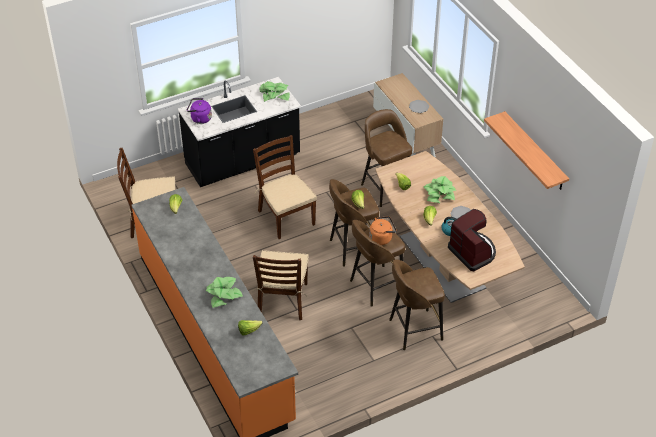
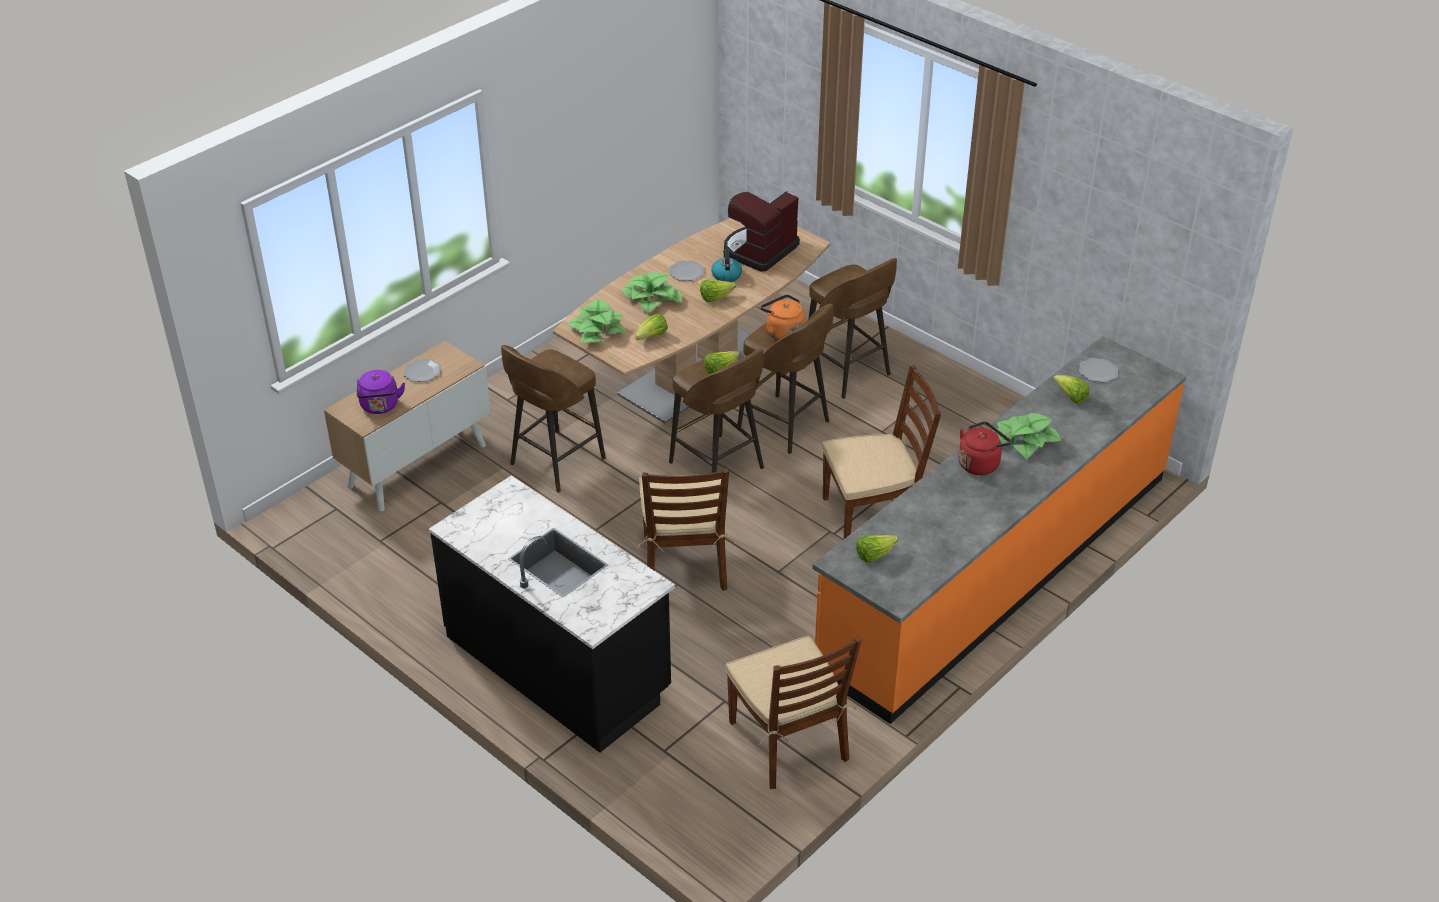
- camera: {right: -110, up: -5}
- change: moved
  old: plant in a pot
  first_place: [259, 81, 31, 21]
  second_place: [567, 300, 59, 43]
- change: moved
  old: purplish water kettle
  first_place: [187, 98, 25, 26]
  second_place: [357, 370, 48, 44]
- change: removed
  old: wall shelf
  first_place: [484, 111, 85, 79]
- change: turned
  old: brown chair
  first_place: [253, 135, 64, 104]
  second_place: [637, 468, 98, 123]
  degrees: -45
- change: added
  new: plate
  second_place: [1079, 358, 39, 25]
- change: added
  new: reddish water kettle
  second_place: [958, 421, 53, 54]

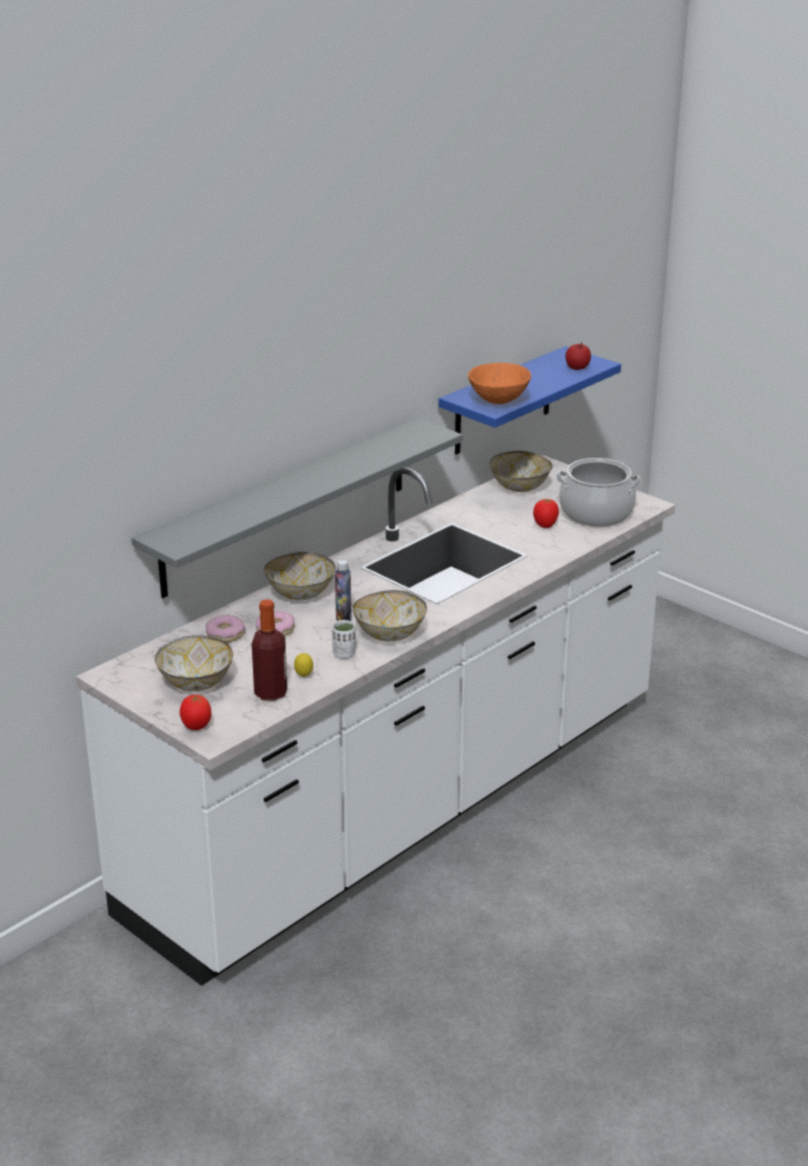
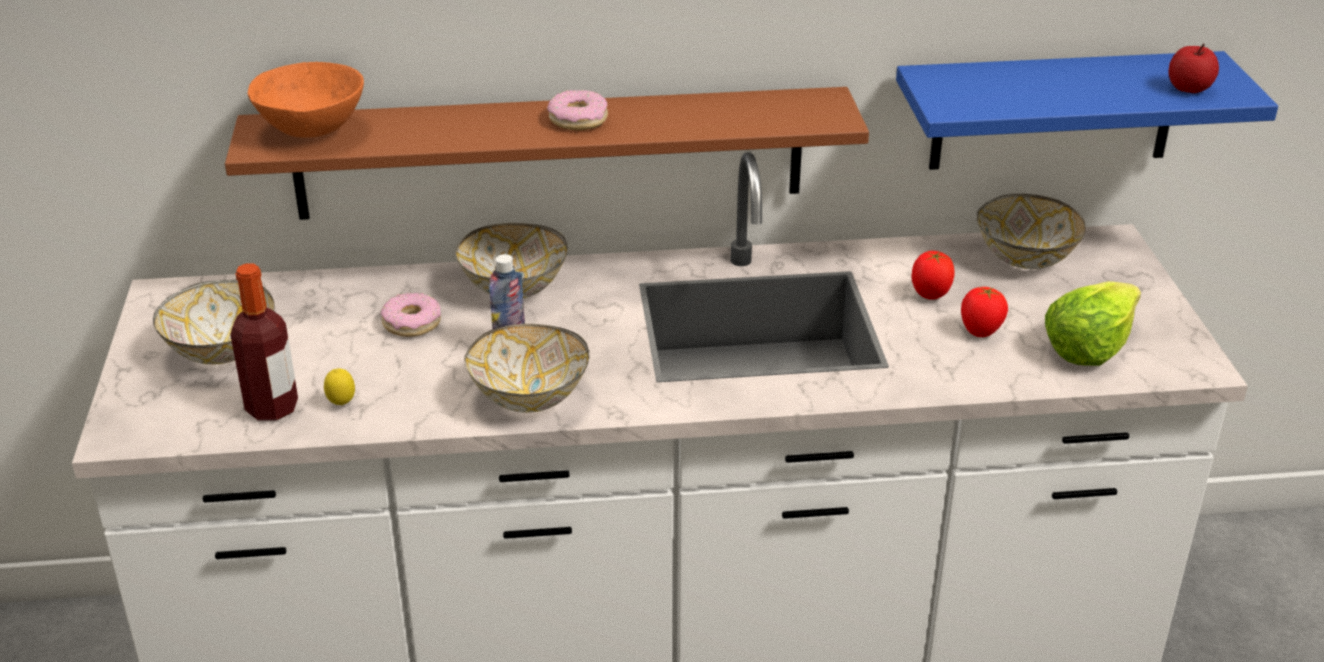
- camera: {right: 40, up: 5}
- change: moved
  old: orange bowl
  first_place: [468, 363, 63, 41]
  second_place: [247, 62, 117, 76]
- change: recoloured
  old: gray wall shelf
  new: brown wall shelf
  first_place: [131, 418, 332, 180]
  second_place: [225, 87, 644, 133]
- change: replaced
  old: saucepot
  new: lettuce head
  first_place: [556, 458, 86, 69]
  second_place: [1045, 281, 96, 85]
- change: moved
  old: ring doughnut
  first_place: [205, 615, 40, 27]
  second_place: [547, 90, 61, 40]
- change: removed
  old: white cup
  first_place: [332, 620, 24, 39]
- change: moved
  old: whole tomato
  first_place: [180, 695, 31, 35]
  second_place: [911, 251, 44, 49]

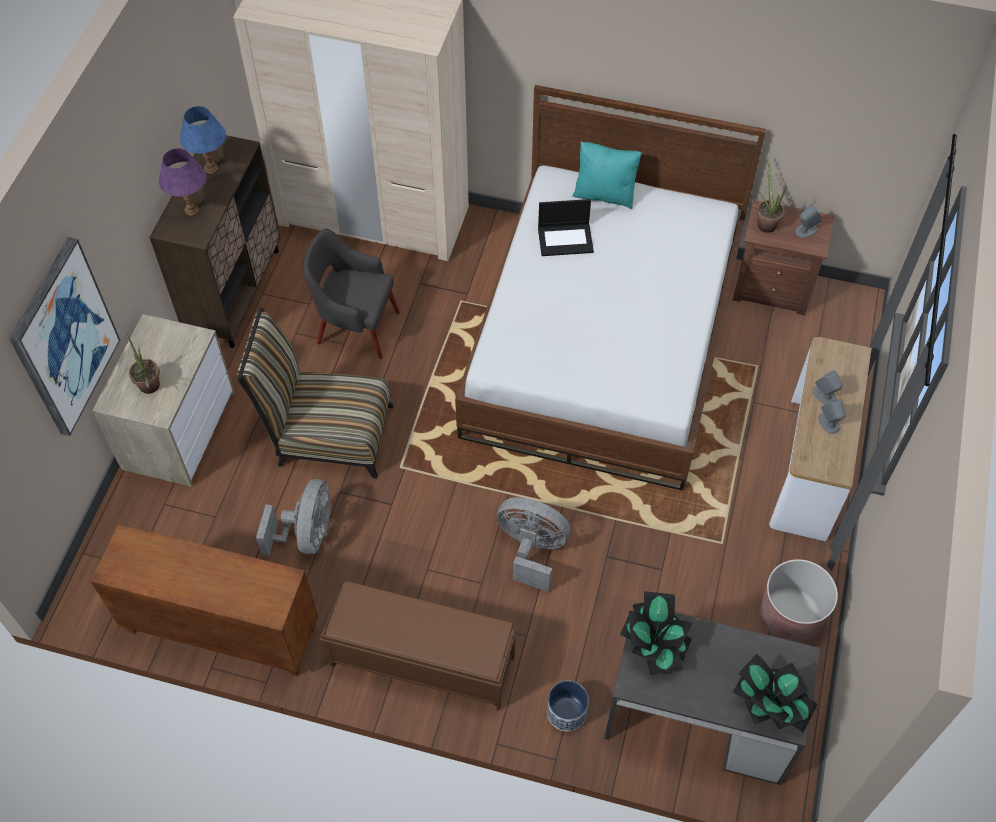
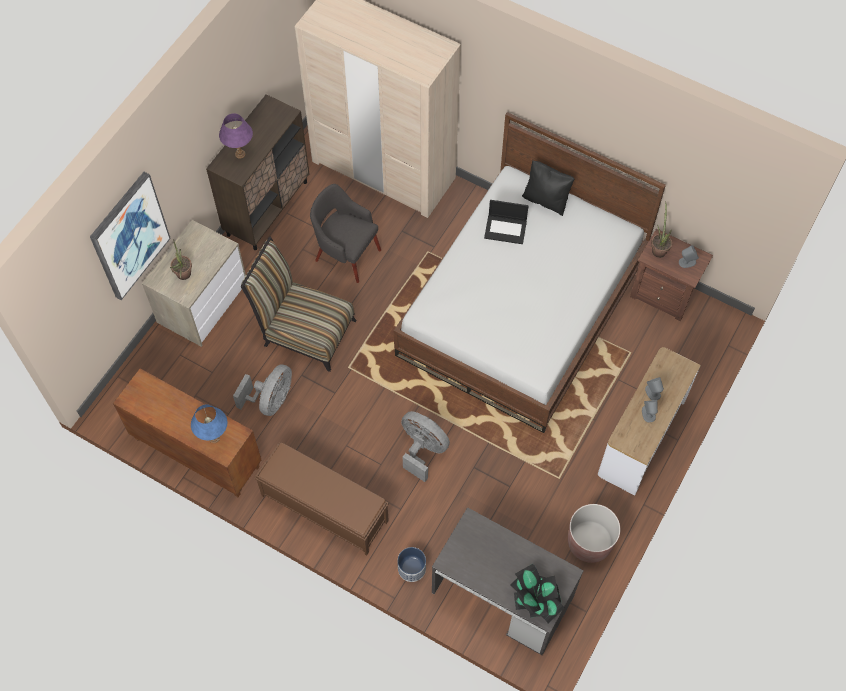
- camera: {right: 15, up: 5}
- change: moved
  old: bluish lamp for a table
  first_place: [180, 106, 46, 68]
  second_place: [191, 404, 37, 39]
- change: recoloured
  old: blue-green pillow
  new: black pillow
  first_place: [572, 142, 70, 67]
  second_place: [522, 160, 53, 56]
- change: removed
  old: plant in a pot
  first_place: [620, 591, 72, 84]

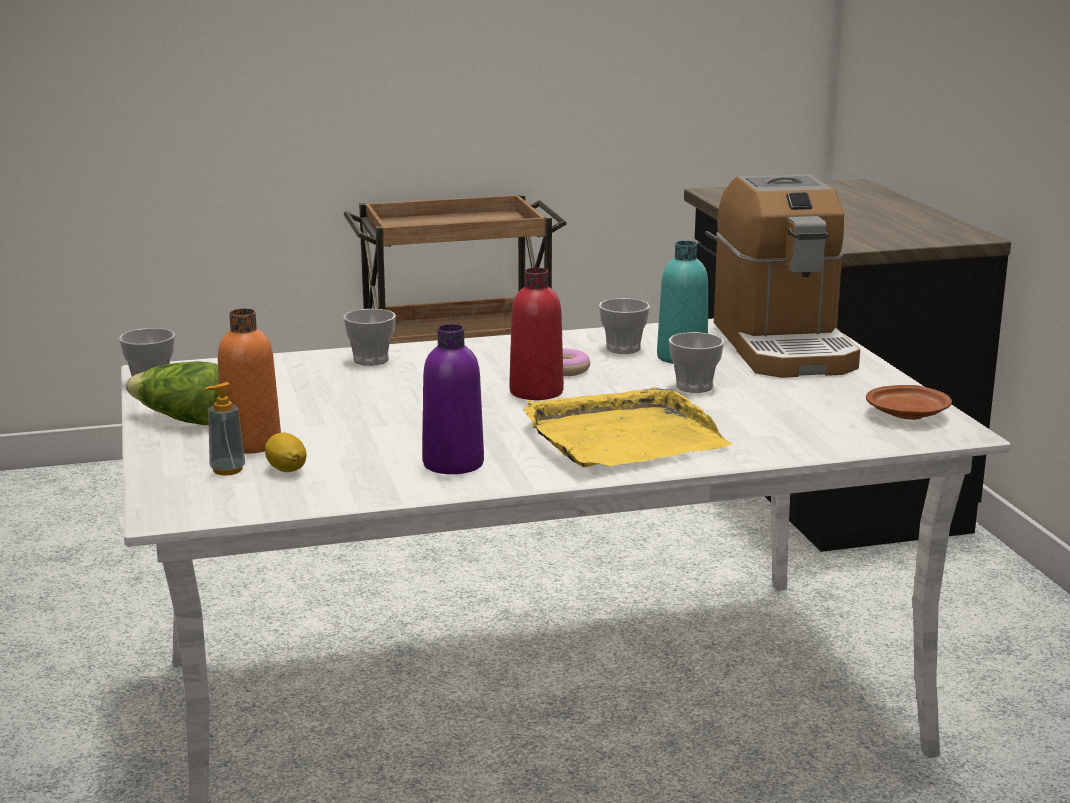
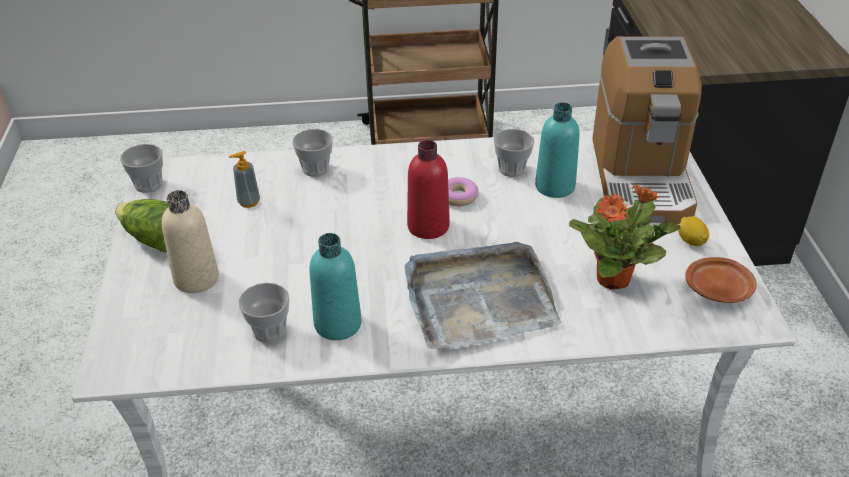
- camera: {right: 10, up: 20}
- change: recoloured
  old: orange drink bottle
  new: sand-coloured drink bottle
  first_place: [218, 308, 63, 146]
  second_place: [162, 190, 57, 103]
- change: recoloured
  old: purplish drink bottle
  new: blue-green drink bottle
  first_place: [422, 324, 62, 150]
  second_place: [309, 233, 53, 107]
- change: moved
  old: cup
  first_place: [669, 332, 55, 61]
  second_place: [239, 282, 50, 61]
- change: moved
  old: soap bottle
  first_place: [204, 382, 41, 93]
  second_place: [229, 151, 31, 57]
- change: recoloured
  old: yellow-coloured serving tray
  new: gray serving tray
  first_place: [523, 387, 208, 81]
  second_place: [405, 242, 156, 107]
- change: moved
  old: lemon
  first_place: [265, 433, 42, 39]
  second_place: [678, 216, 31, 30]
- change: added
  new: plant in a pot
  second_place: [569, 184, 111, 106]

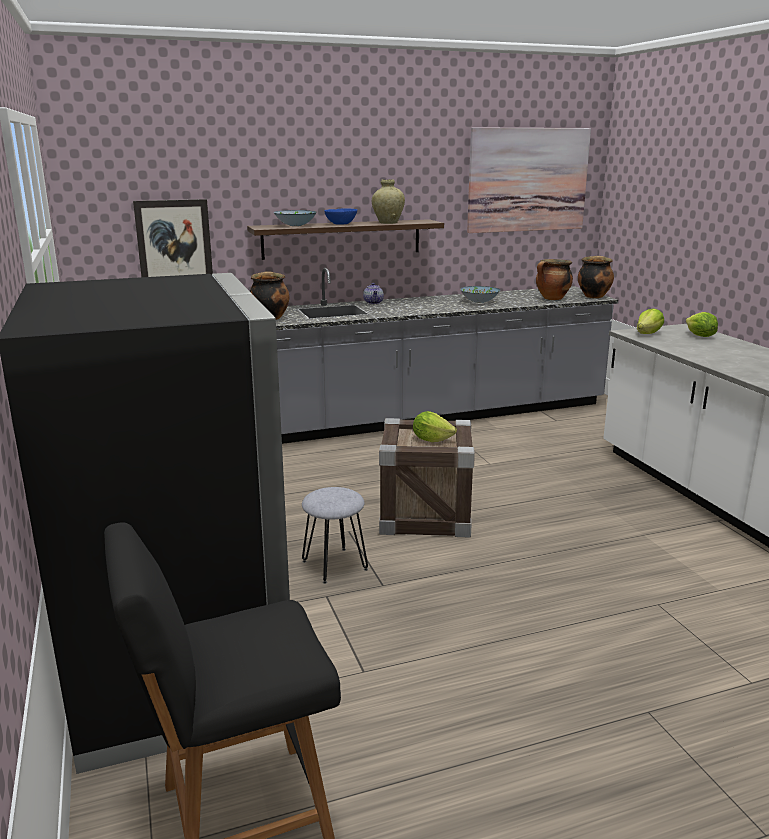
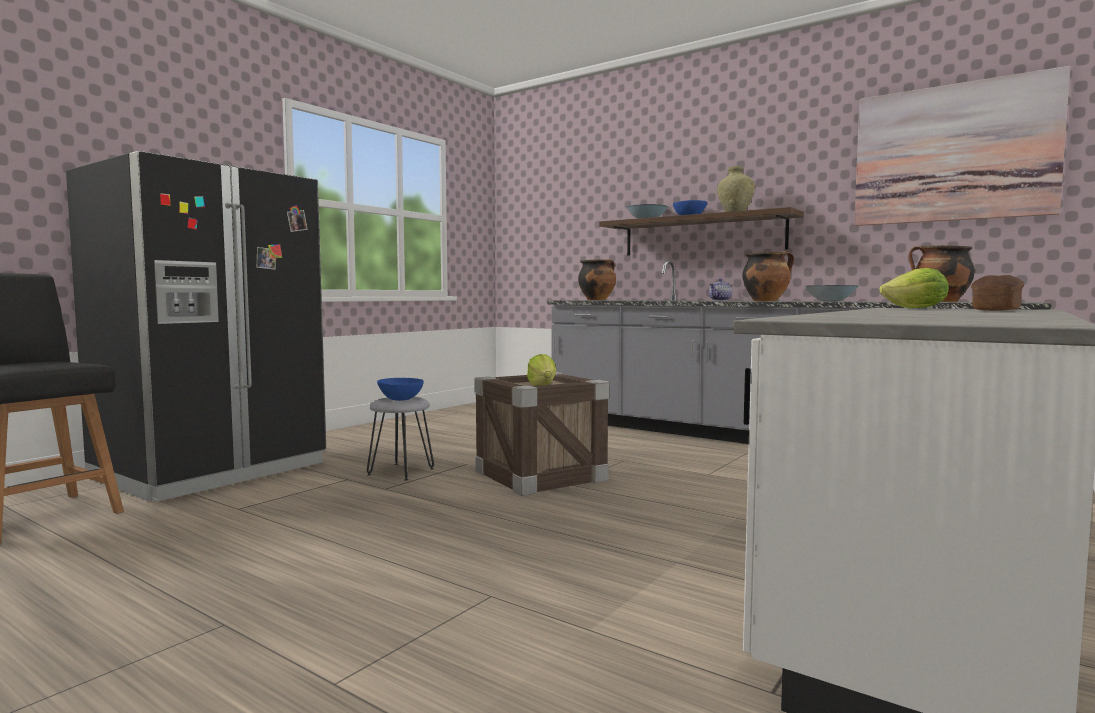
- camera: {right: 55, up: -15}
- change: removed
  old: picture
  first_place: [133, 199, 80, 78]
- change: moved
  old: saucepot
  first_place: [578, 256, 36, 42]
  second_place: [742, 251, 52, 50]
- change: replaced
  old: lettuce head
  new: bread
  first_place: [686, 312, 32, 25]
  second_place: [971, 275, 53, 36]
- change: added
  new: bluish bowl
  second_place: [377, 378, 47, 23]

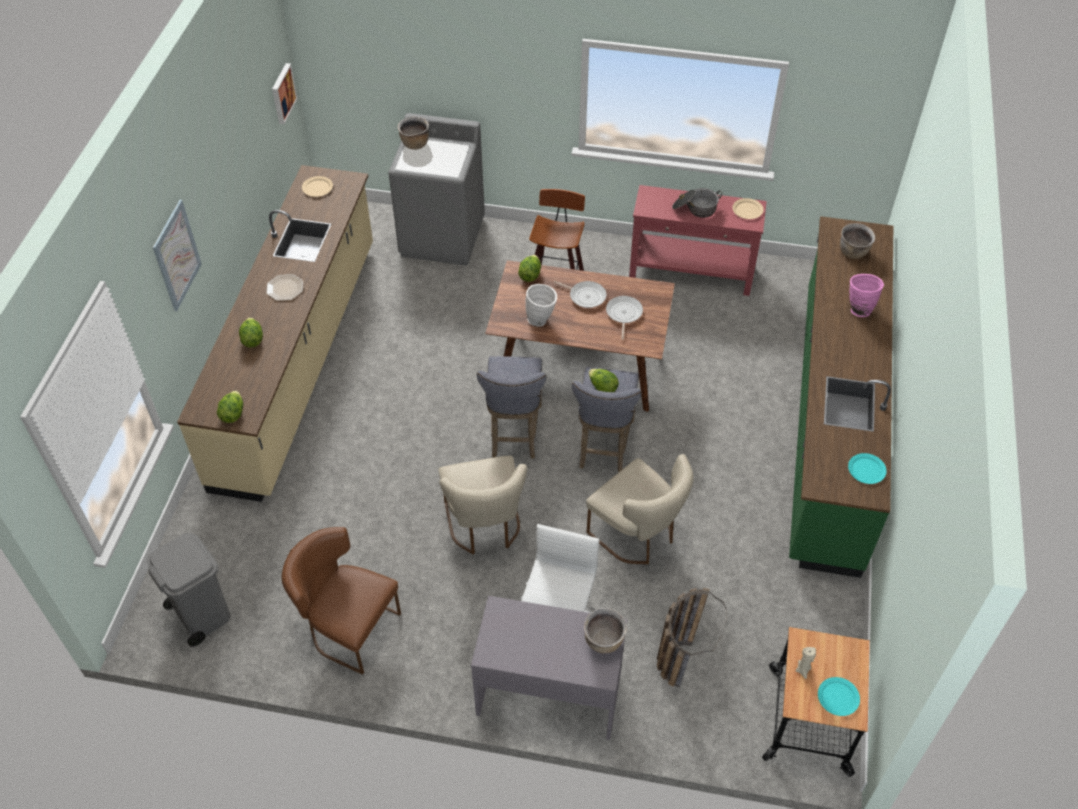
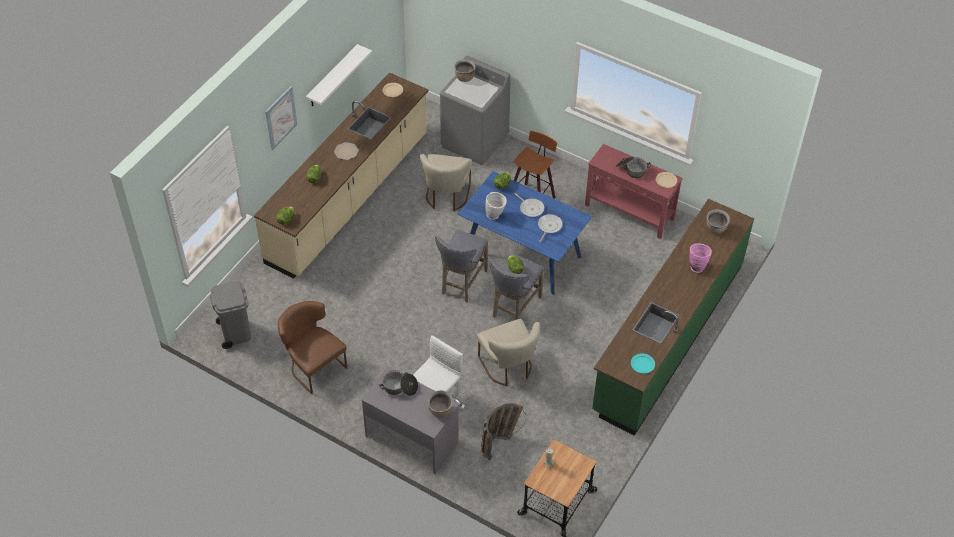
- camera: {right: 20, up: 0}
- change: removed
  old: picture
  first_place: [272, 63, 26, 61]
- change: recoloured
  old: brown dining table
  new: bluish dining table
  first_place: [485, 260, 190, 152]
  second_place: [457, 171, 135, 124]
- change: moved
  old: sand-coloured chair
  first_place: [439, 456, 88, 99]
  second_place: [420, 154, 52, 57]
- change: removed
  old: blue-green plate
  first_place: [818, 677, 42, 39]
- change: added
  new: white wall shelf
  second_place: [306, 44, 66, 63]
- change: added
  new: saucepot
  second_place: [379, 371, 39, 25]

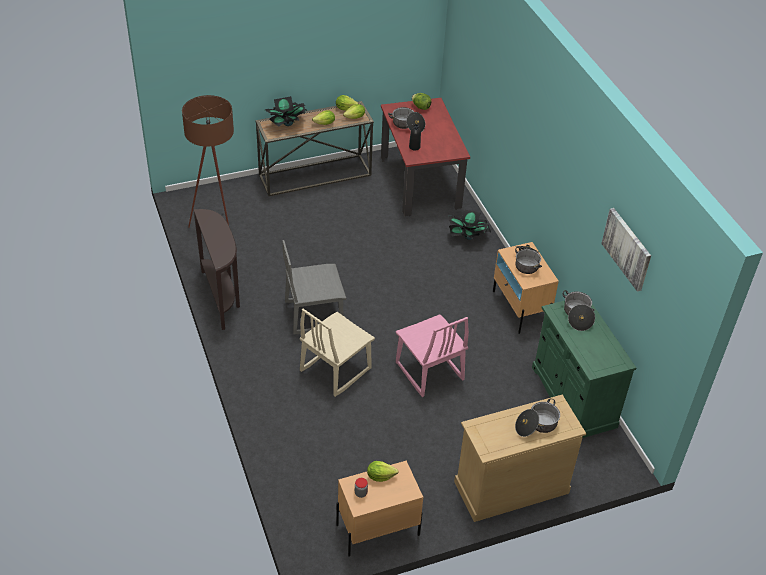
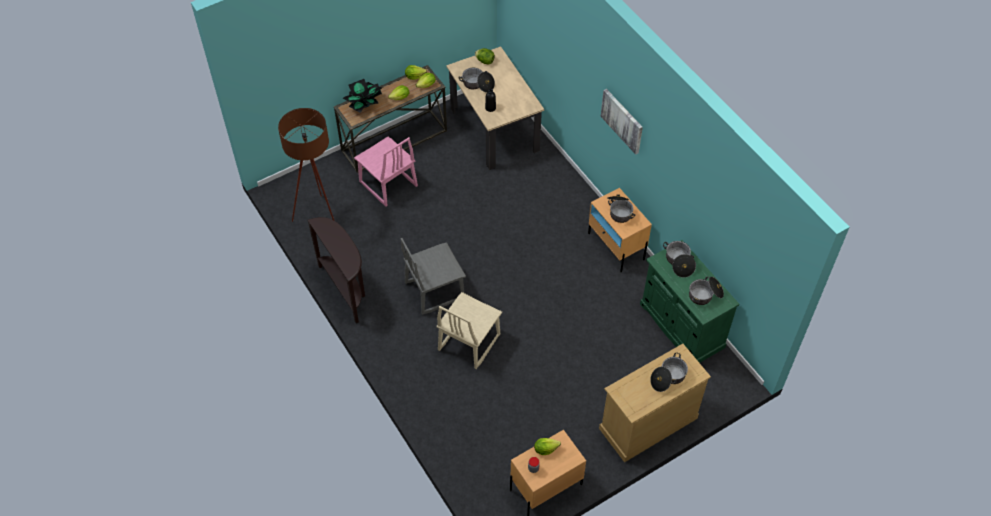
- camera: {right: -10, up: 10}
- change: recoloured
  old: reddish dining table
  new: sand-coloured dining table
  first_place: [381, 98, 89, 118]
  second_place: [446, 46, 98, 124]
- change: moved
  old: picture
  first_place: [601, 208, 50, 84]
  second_place: [601, 89, 42, 66]
- change: removed
  old: plant in a pot
  first_place: [449, 210, 42, 30]
- change: moved
  old: pinkish chair
  first_place: [396, 314, 73, 83]
  second_place: [354, 136, 64, 71]
- change: added
  new: saucepot
  second_place: [689, 277, 35, 28]

